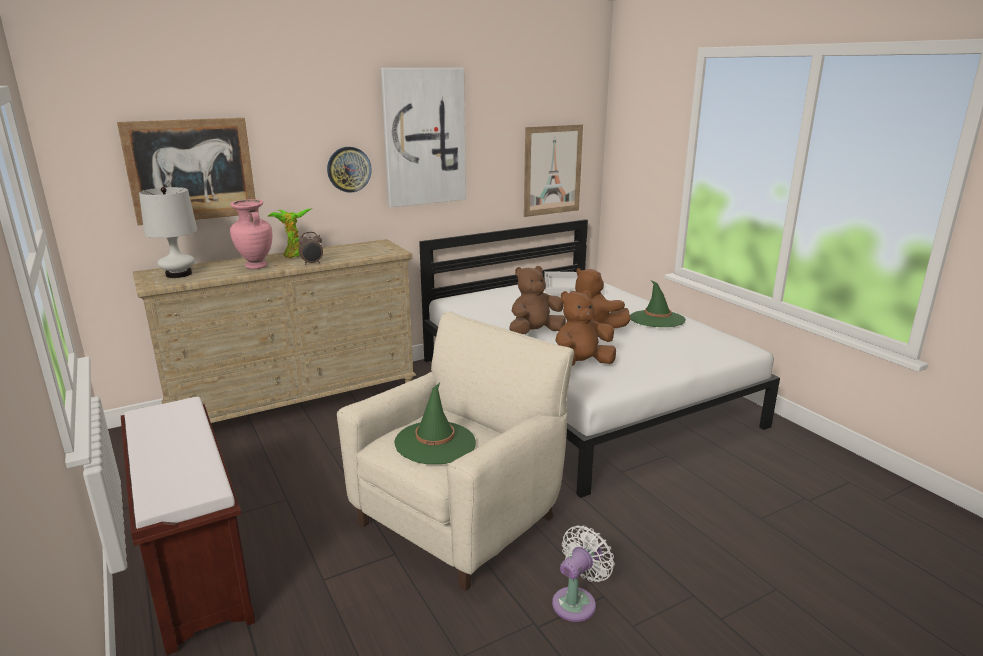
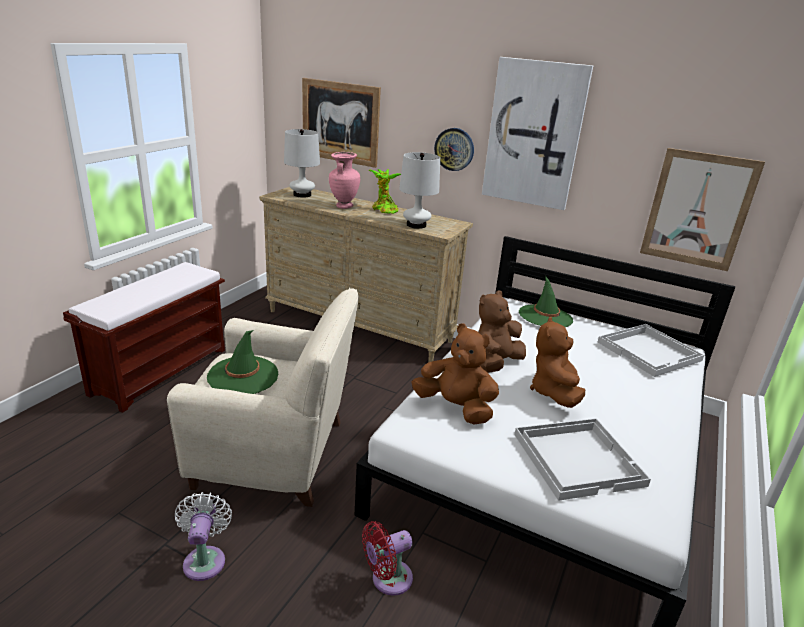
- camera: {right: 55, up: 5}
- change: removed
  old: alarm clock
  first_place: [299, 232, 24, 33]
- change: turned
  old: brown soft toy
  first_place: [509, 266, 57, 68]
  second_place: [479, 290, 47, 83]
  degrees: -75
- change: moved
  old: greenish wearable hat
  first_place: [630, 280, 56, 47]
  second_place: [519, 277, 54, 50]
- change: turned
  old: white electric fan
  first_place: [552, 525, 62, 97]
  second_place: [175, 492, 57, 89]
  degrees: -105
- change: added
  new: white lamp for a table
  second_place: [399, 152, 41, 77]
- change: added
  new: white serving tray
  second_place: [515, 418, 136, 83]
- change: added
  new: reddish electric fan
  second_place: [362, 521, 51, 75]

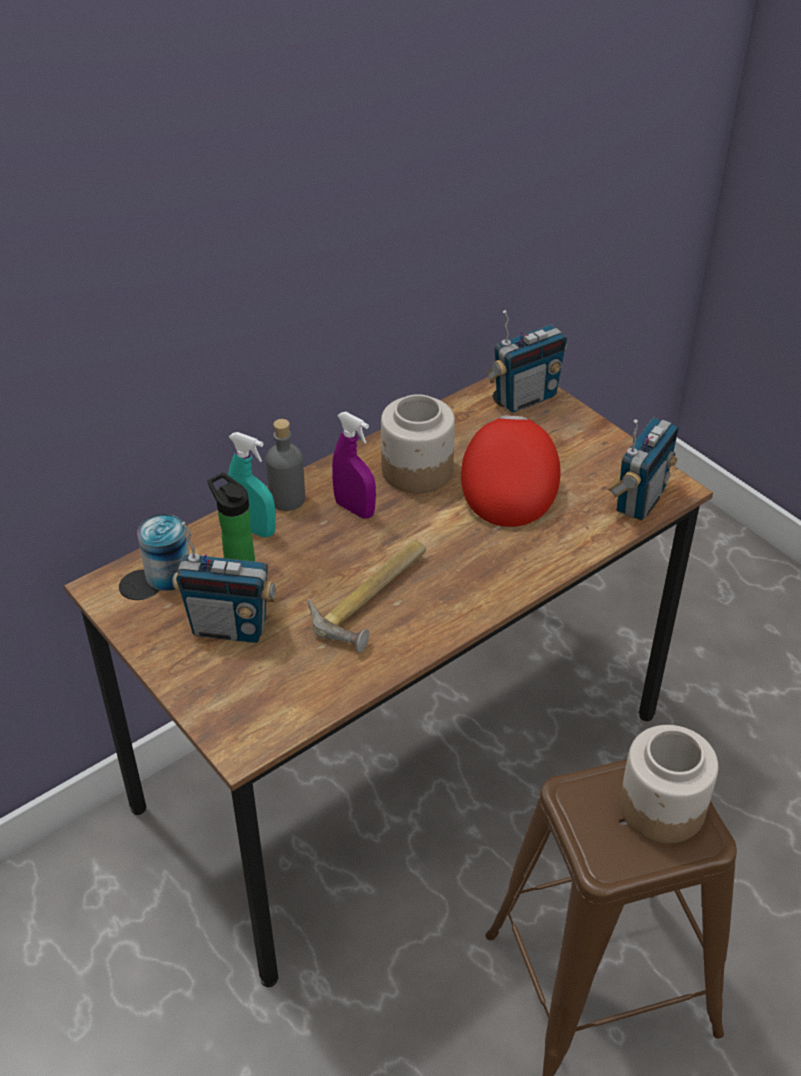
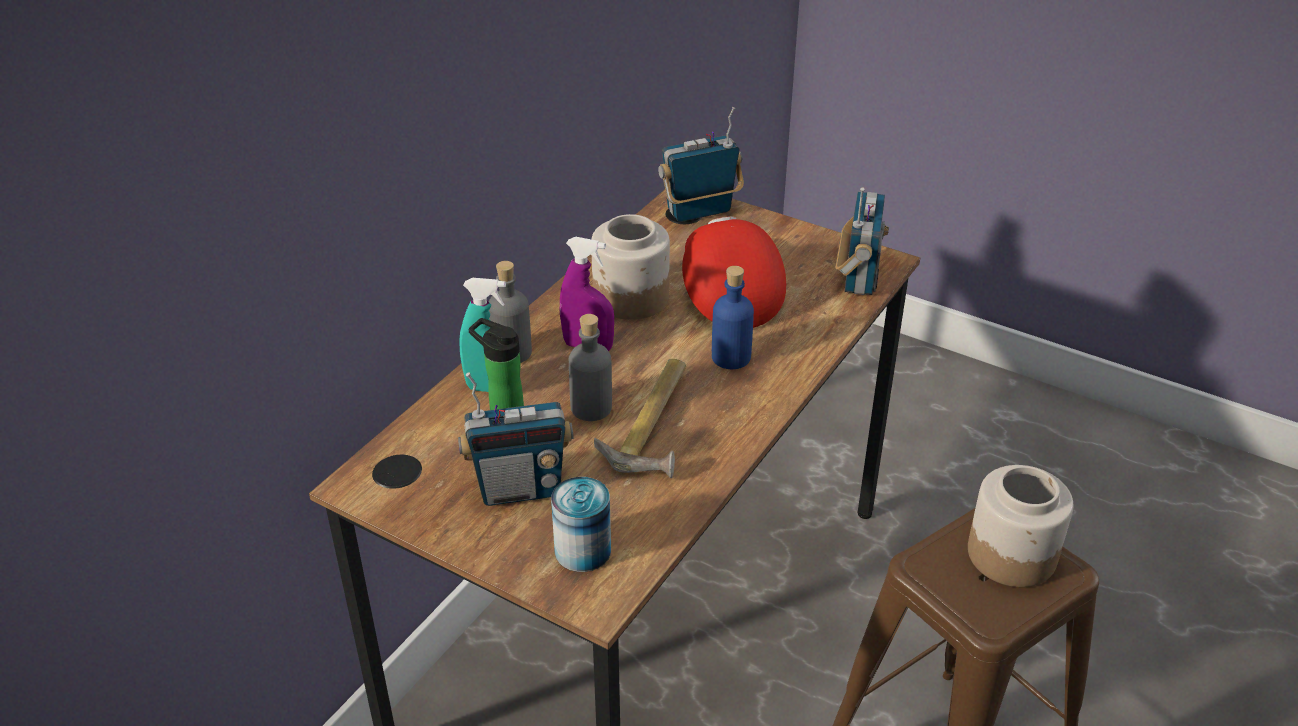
- camera: {right: -20, up: -5}
- change: turned
  old: radio receiver
  first_place: [486, 310, 81, 103]
  second_place: [658, 107, 86, 115]
  degrees: -150
- change: moved
  old: can
  first_place: [137, 514, 52, 77]
  second_place: [551, 477, 60, 95]
- change: added
  new: bluish drink bottle
  second_place: [712, 266, 42, 103]
- change: added
  new: gray drink bottle
  second_place: [569, 314, 43, 107]

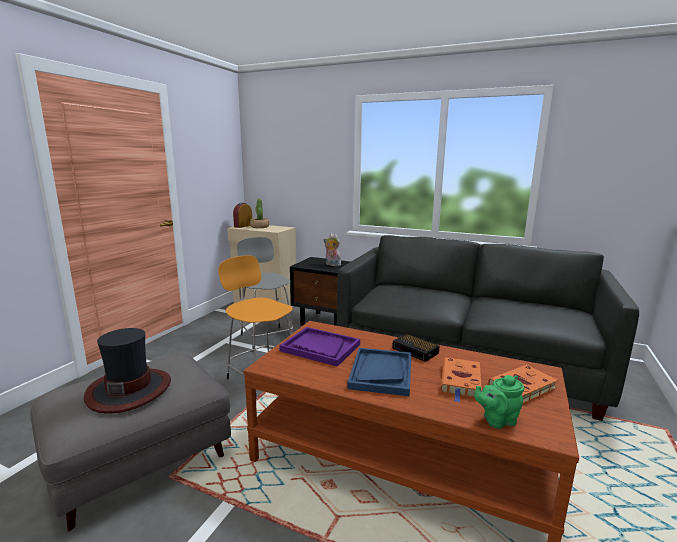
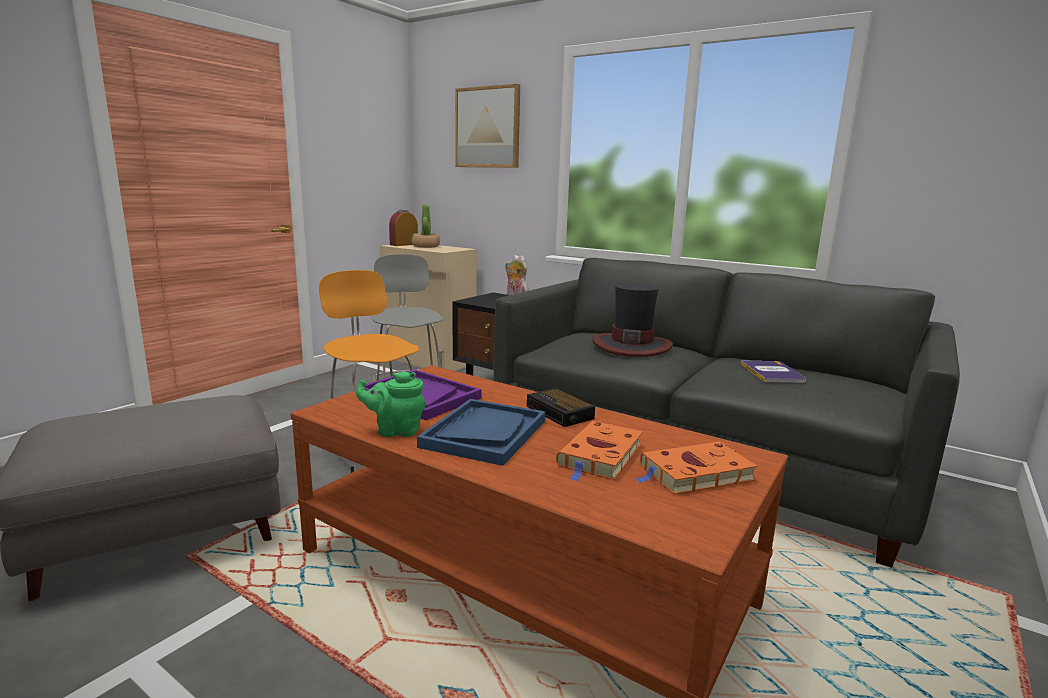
- camera: {right: 10, up: 0}
- change: moved
  old: wearable hat
  first_place: [84, 328, 87, 86]
  second_place: [593, 283, 80, 74]
- change: moved
  old: greenish teapot
  first_place: [474, 375, 50, 54]
  second_place: [356, 371, 70, 66]
- change: added
  new: picture
  second_place: [455, 84, 65, 84]
- change: added
  new: volume
  second_place: [741, 360, 65, 23]

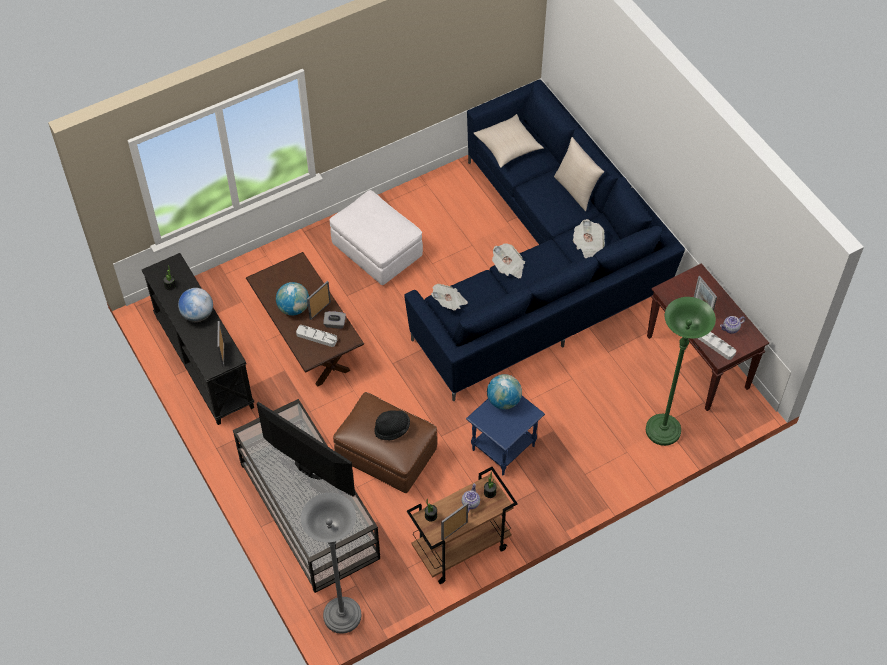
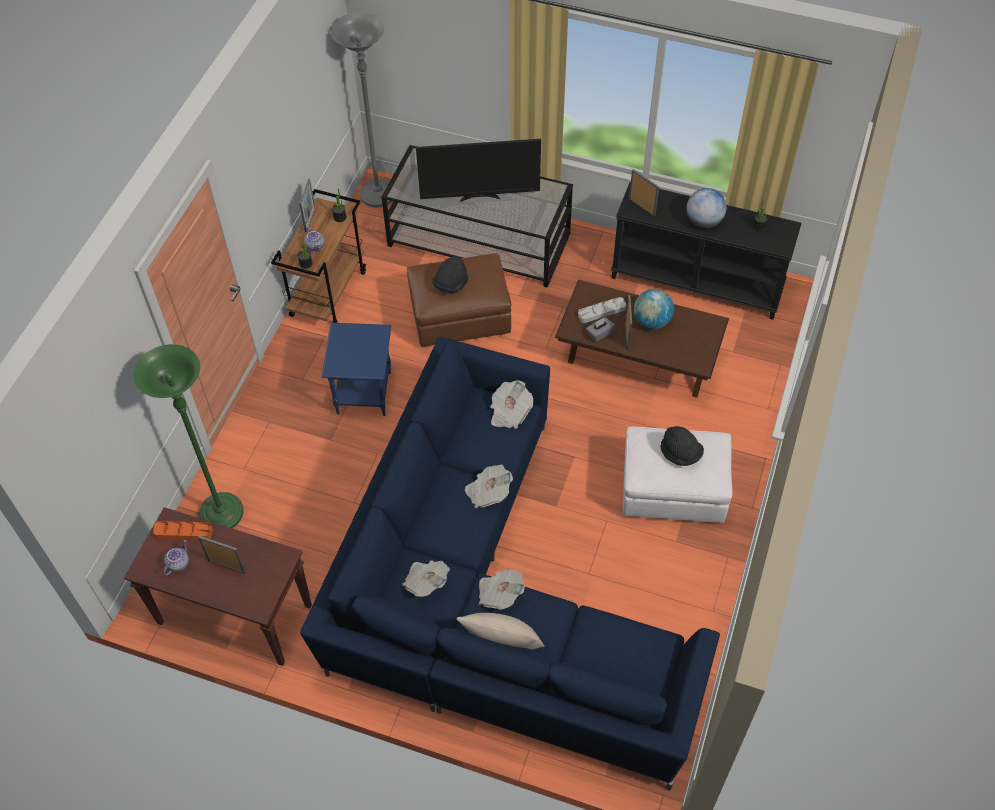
- camera: {right: 140, up: 0}
- change: removed
  old: sand-coloured pillow
  first_place: [474, 114, 70, 54]
- change: recoloured
  old: gray serving tray
  new: orange serving tray
  first_place: [697, 332, 39, 28]
  second_place: [153, 521, 60, 19]
- change: removed
  old: desk globe
  first_place: [487, 374, 35, 35]
- change: added
  new: black wearable hat
  second_place: [661, 426, 43, 40]
- change: added
  new: daily paper
  second_place: [479, 569, 46, 41]

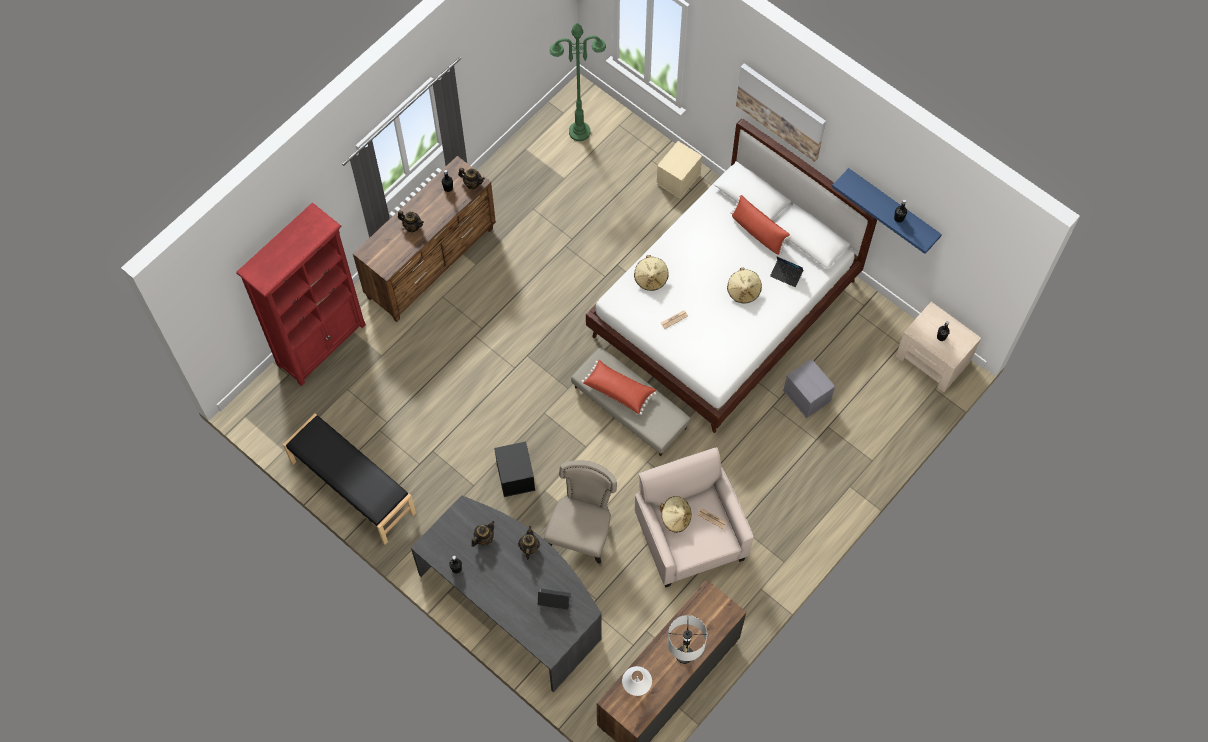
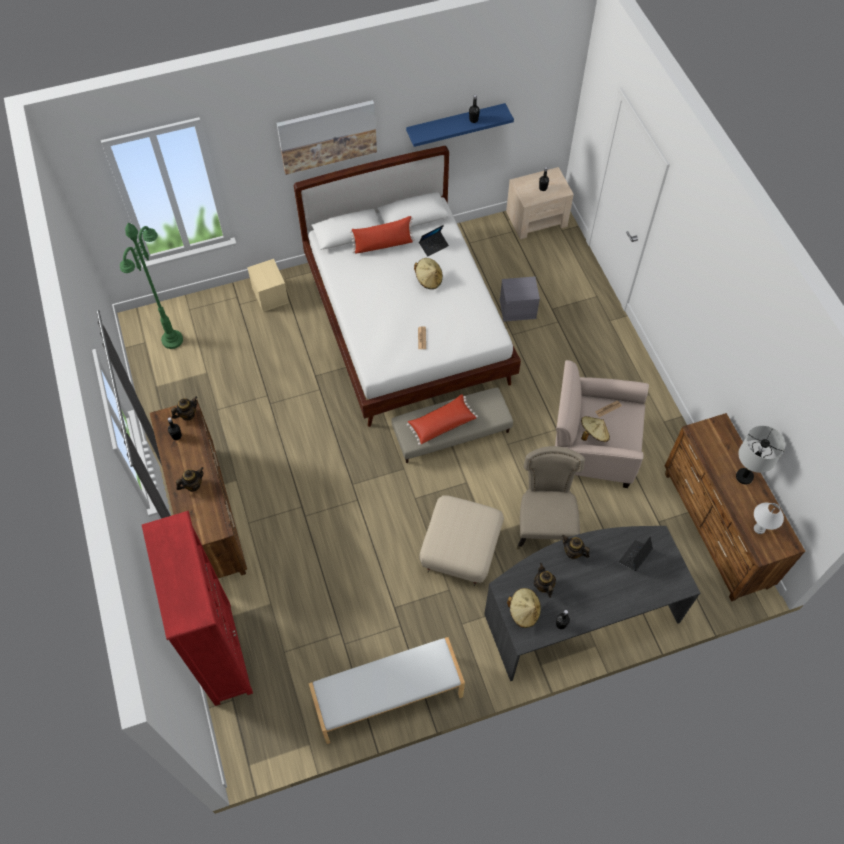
- camera: {right: -60, up: -5}
- change: moved
  old: sand-coloured wearable hat
  first_place: [634, 255, 35, 36]
  second_place: [507, 588, 34, 40]
- change: recoloured
  old: black indoor bench
  new: white indoor bench
  first_place: [283, 414, 133, 131]
  second_place: [309, 637, 156, 107]
- change: replaced
  old: black storage container
  new: sand-coloured ottoman
  first_place: [494, 441, 41, 56]
  second_place: [419, 495, 85, 91]
- change: turned
  old: sand-coloured chair
  first_place: [544, 460, 73, 107]
  second_place: [517, 446, 68, 104]
  degrees: 45

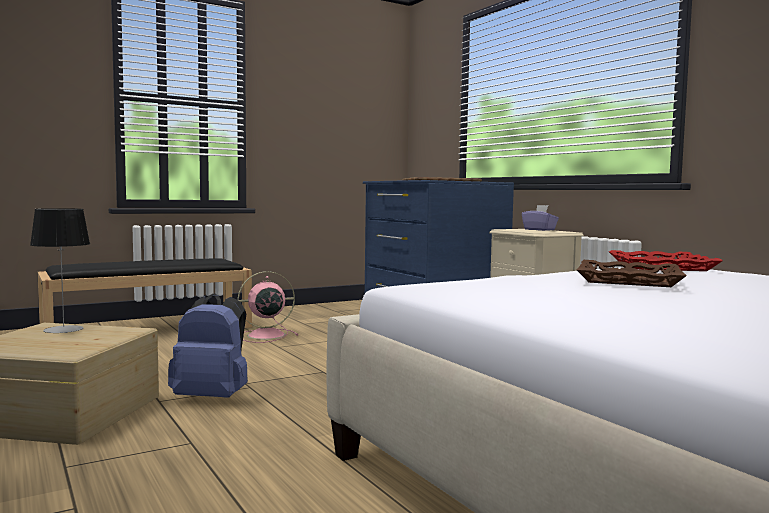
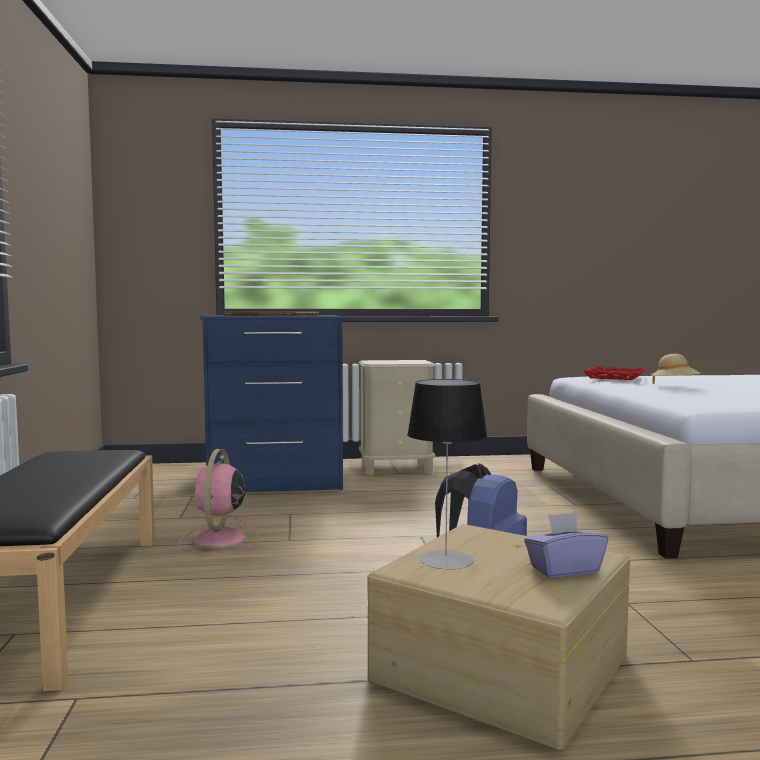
- camera: {right: -65, up: 0}
- change: moved
  old: purplish tissue holder
  first_place: [522, 205, 37, 26]
  second_place: [524, 512, 84, 66]
- change: replaced
  old: brown serving tray
  new: sand-coloured wearable hat
  first_place: [577, 260, 110, 27]
  second_place: [651, 354, 50, 30]

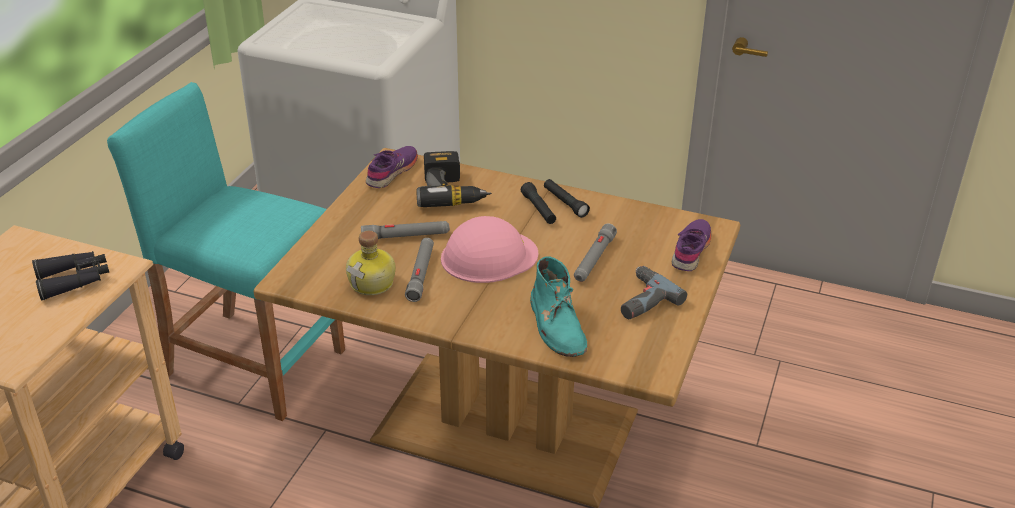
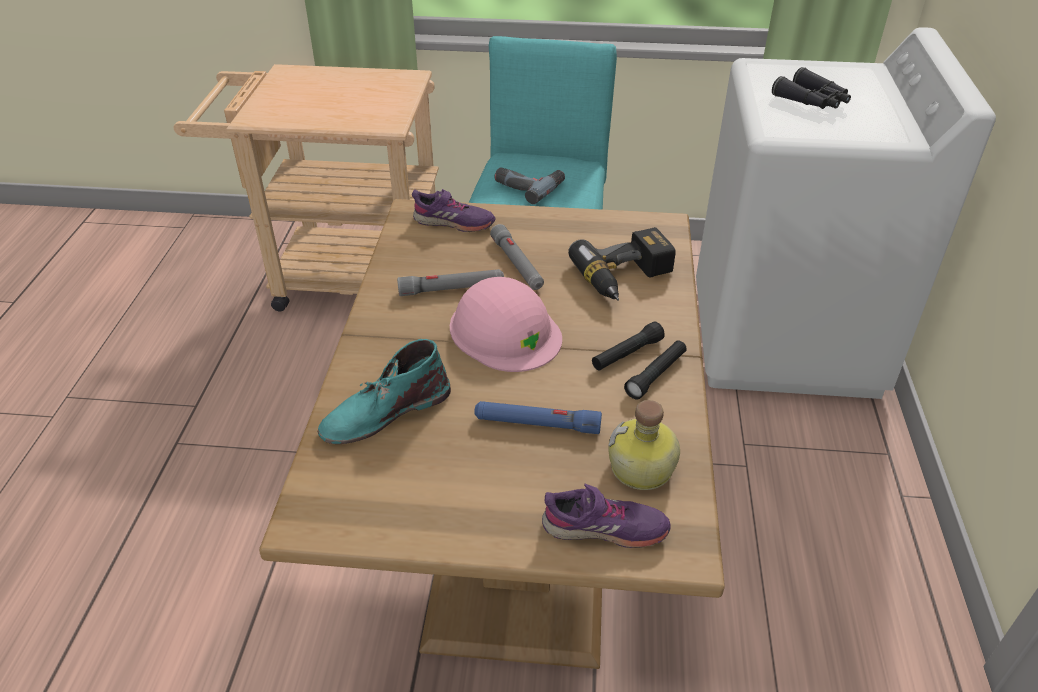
- camera: {right: 75, up: 5}
- change: moved
  old: purplish item of footwear
  first_place: [366, 146, 52, 42]
  second_place: [412, 189, 83, 43]
- change: recoloured
  old: gray flashlight
  new: bluish flashlight
  first_place: [574, 224, 43, 58]
  second_place: [474, 401, 128, 33]
- change: moved
  old: drink bottle
  first_place: [346, 231, 49, 64]
  second_place: [608, 400, 72, 90]
- change: moved
  old: black field glasses
  first_place: [32, 251, 77, 50]
  second_place: [772, 67, 79, 42]
- change: moved
  old: drill
  first_place: [621, 266, 66, 53]
  second_place: [495, 167, 70, 37]

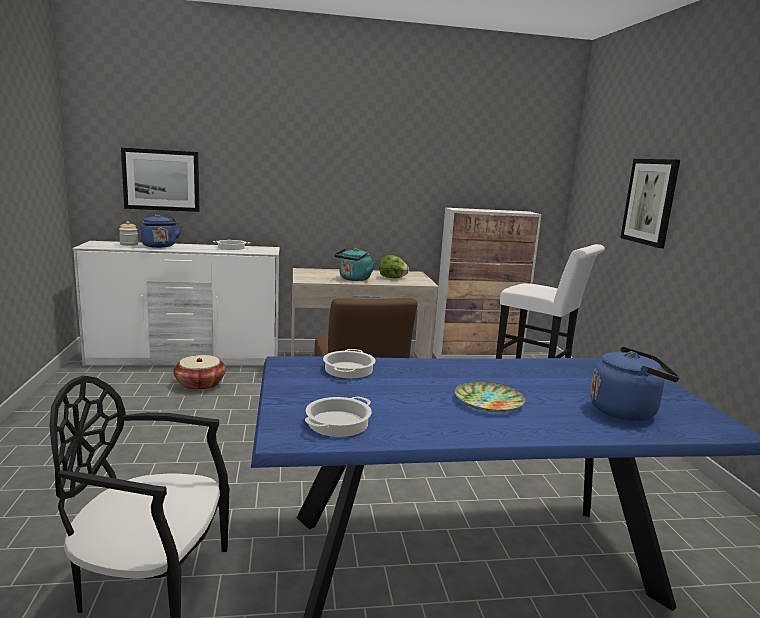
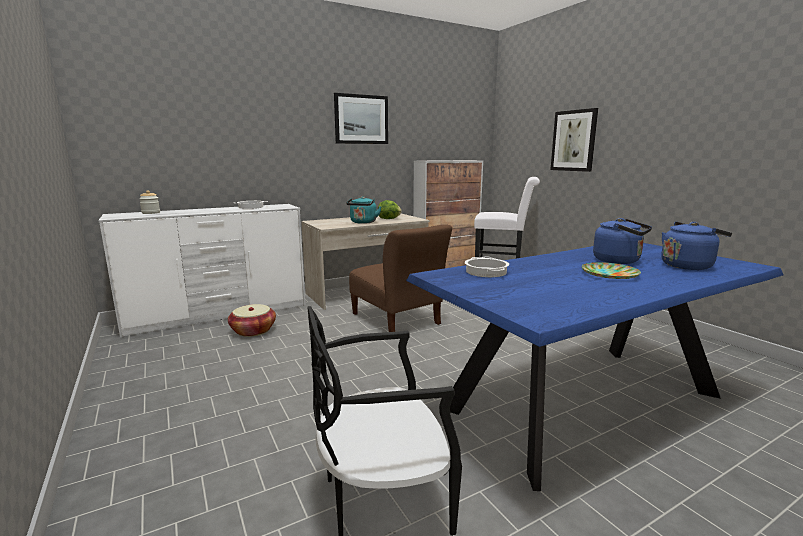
- camera: {right: -20, up: 0}
- change: moved
  old: picture
  first_place: [121, 148, 79, 64]
  second_place: [334, 93, 54, 51]
- change: moved
  old: bluish water kettle
  first_place: [141, 214, 41, 34]
  second_place: [593, 218, 59, 46]
- change: removed
  old: saucepot
  first_place: [305, 397, 67, 40]

